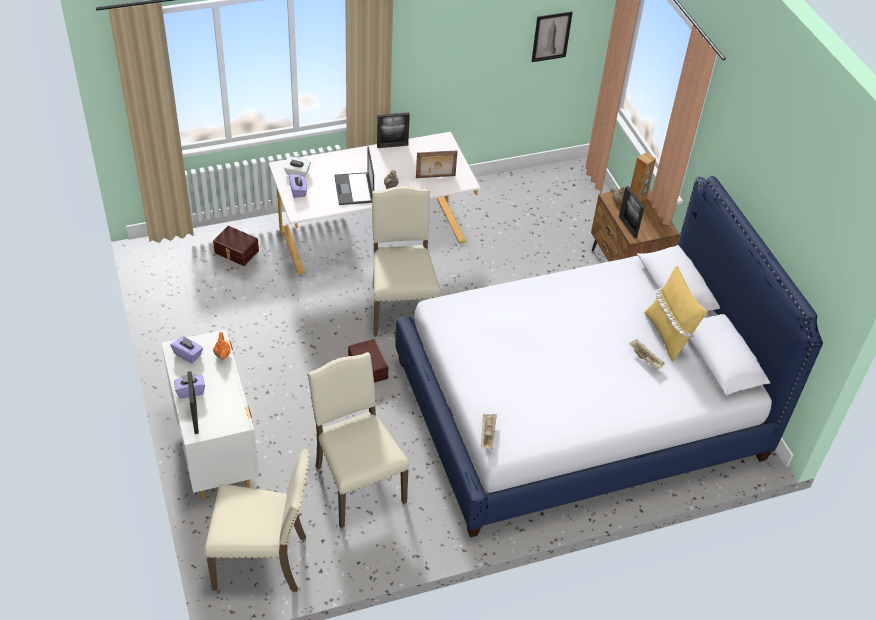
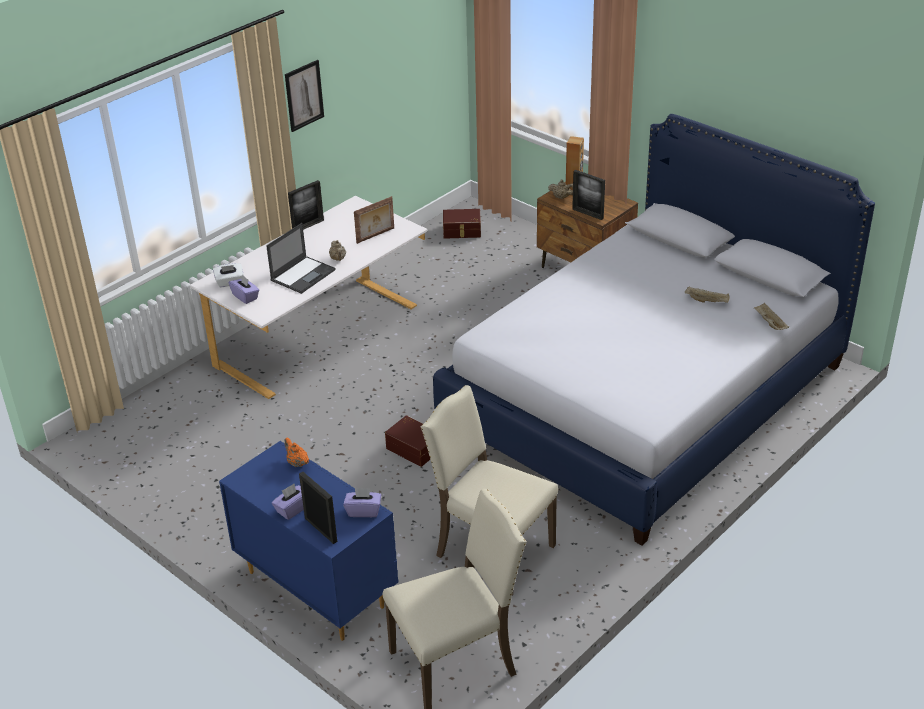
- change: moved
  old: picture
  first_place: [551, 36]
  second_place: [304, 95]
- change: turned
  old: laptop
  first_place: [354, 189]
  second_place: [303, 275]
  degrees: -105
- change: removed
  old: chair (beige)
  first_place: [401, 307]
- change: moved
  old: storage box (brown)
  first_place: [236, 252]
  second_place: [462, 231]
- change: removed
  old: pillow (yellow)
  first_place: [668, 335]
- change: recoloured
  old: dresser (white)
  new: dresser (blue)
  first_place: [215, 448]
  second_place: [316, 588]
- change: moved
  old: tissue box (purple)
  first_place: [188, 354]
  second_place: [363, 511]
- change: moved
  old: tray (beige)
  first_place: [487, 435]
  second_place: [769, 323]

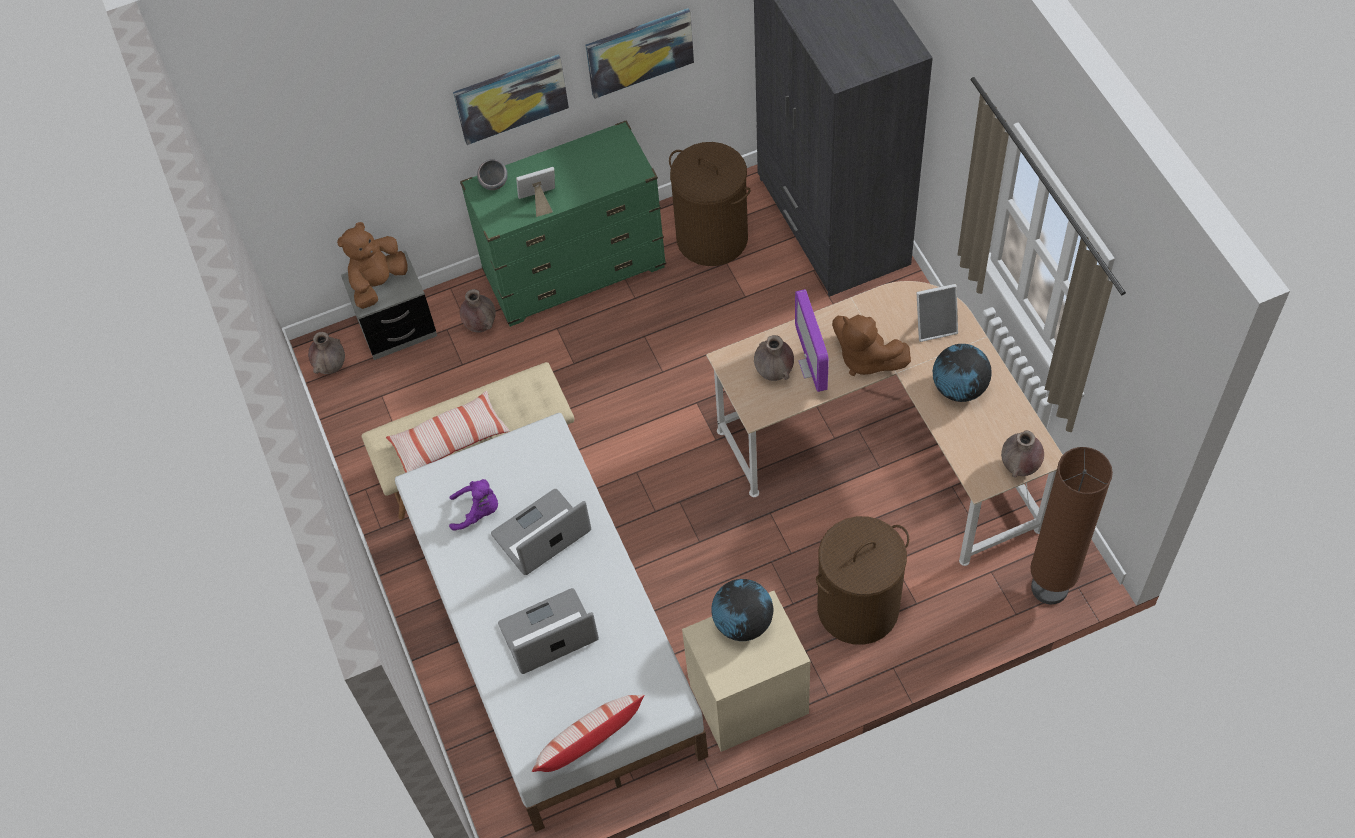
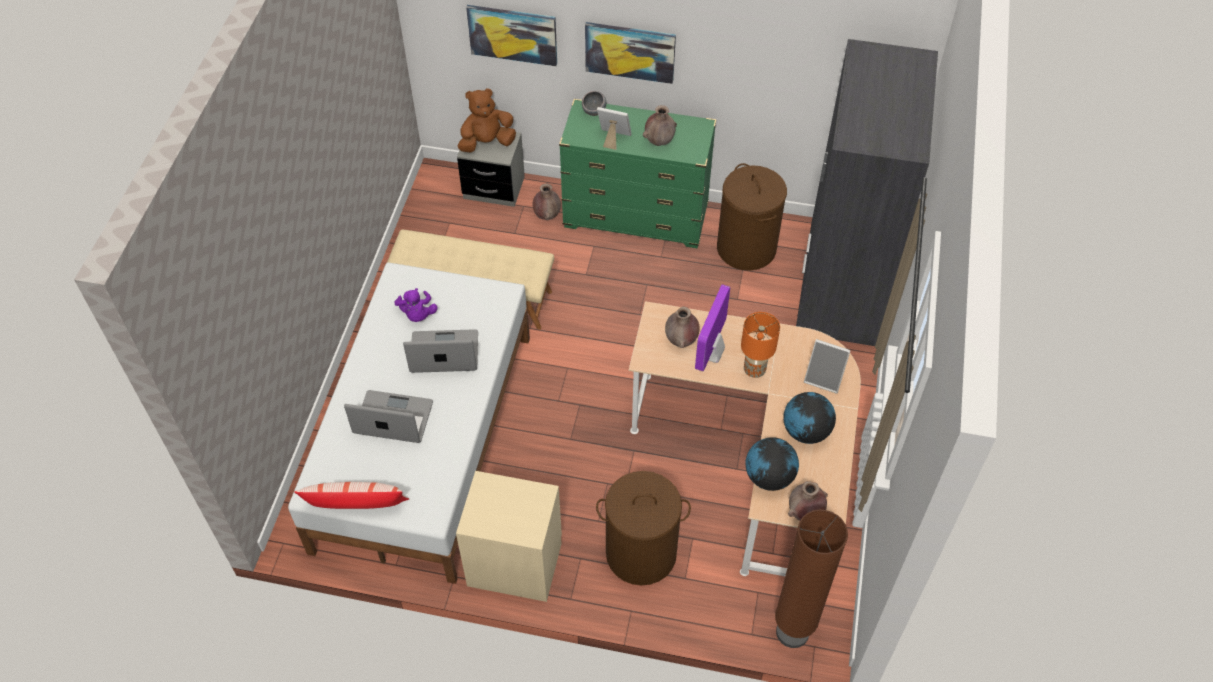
- change: moved
  old: picture
  first_place: [639, 51]
  second_place: [513, 34]
- change: replaced
  old: plush toy (brown)
  new: table lamp (orange)
  first_place: [865, 358]
  second_place: [754, 370]
- change: moved
  old: vase (brown)
  first_place: [331, 366]
  second_place: [659, 141]
- change: removed
  old: pillow
  first_place: [449, 440]
- change: turned
  old: plush toy (purple)
  first_place: [478, 511]
  second_place: [417, 314]
  degrees: 45
- change: moved
  old: globe
  first_place: [742, 622]
  second_place: [769, 477]

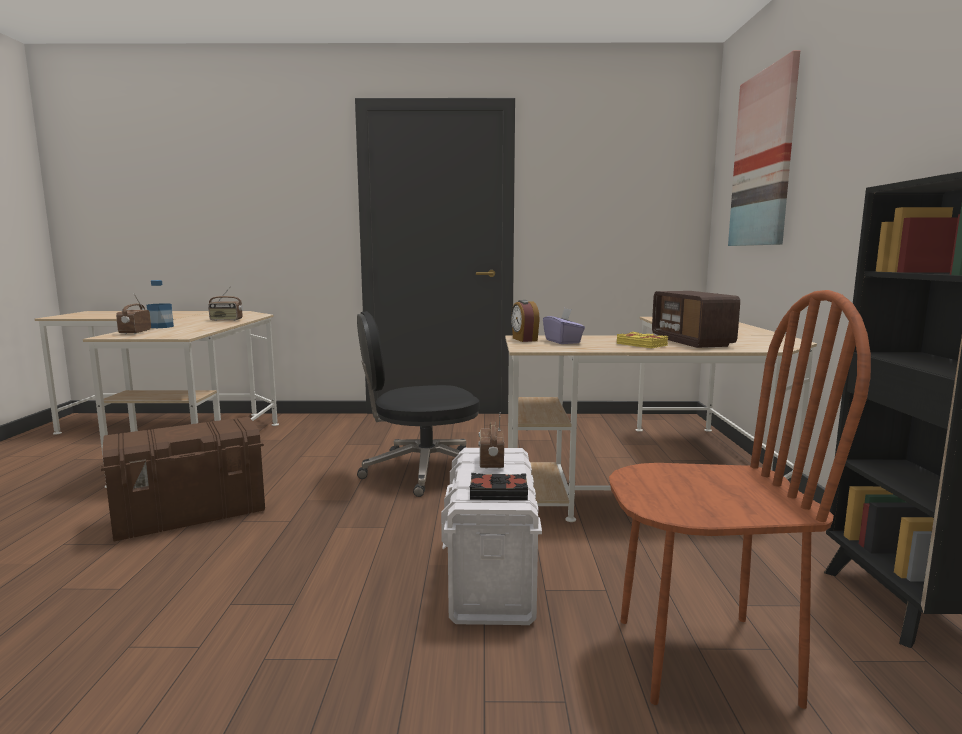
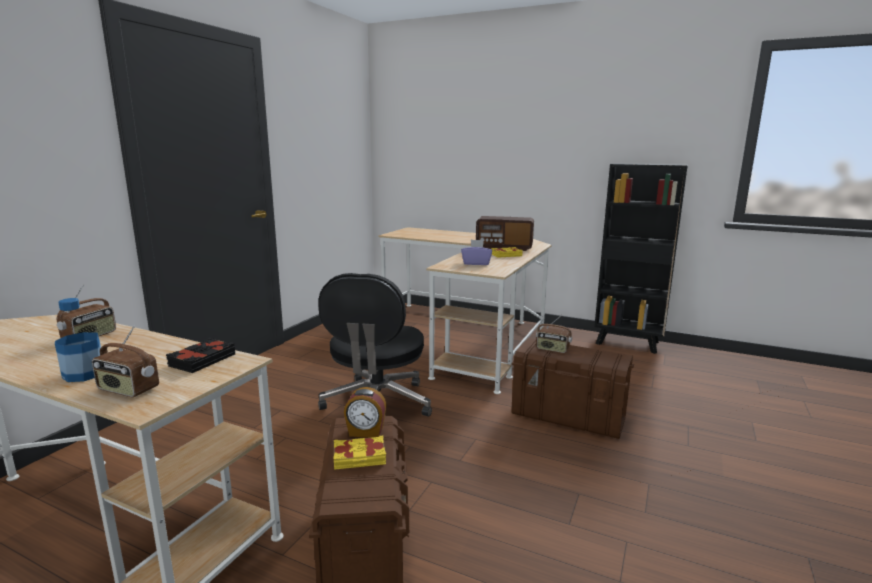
- change: removed
  old: picture
  first_place: [763, 159]
- change: removed
  old: chair (brown)
  first_place: [703, 658]
- change: moved
  old: alarm clock
  first_place: [524, 339]
  second_place: [366, 432]
- change: recoloured
  old: storage box (white)
  new: storage box (brown)
  first_place: [492, 575]
  second_place: [568, 416]
- change: moved
  old: book (black)
  first_place: [498, 492]
  second_place: [201, 360]
- change: added
  new: book (yellow)
  second_place: [359, 458]

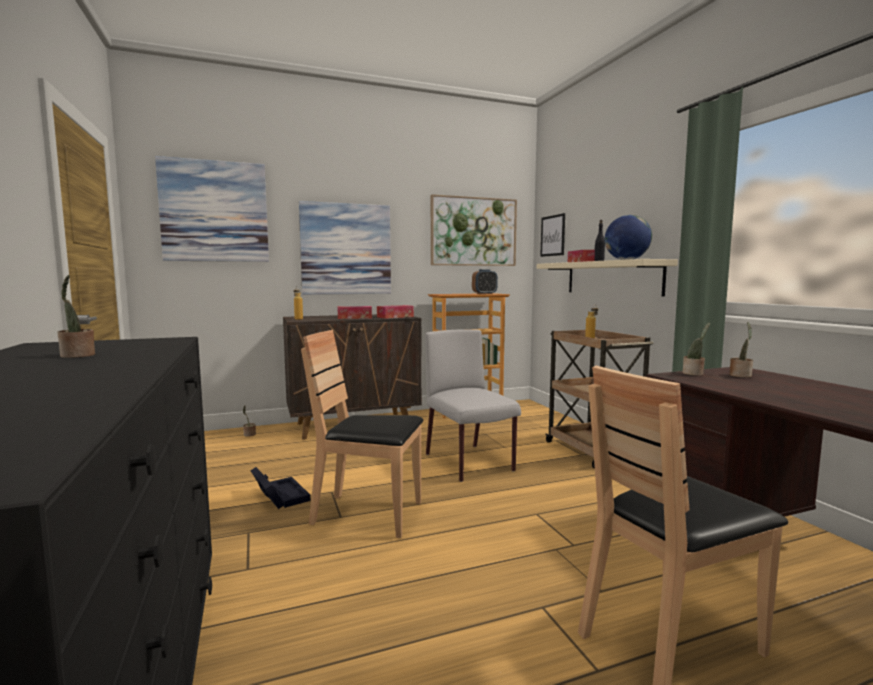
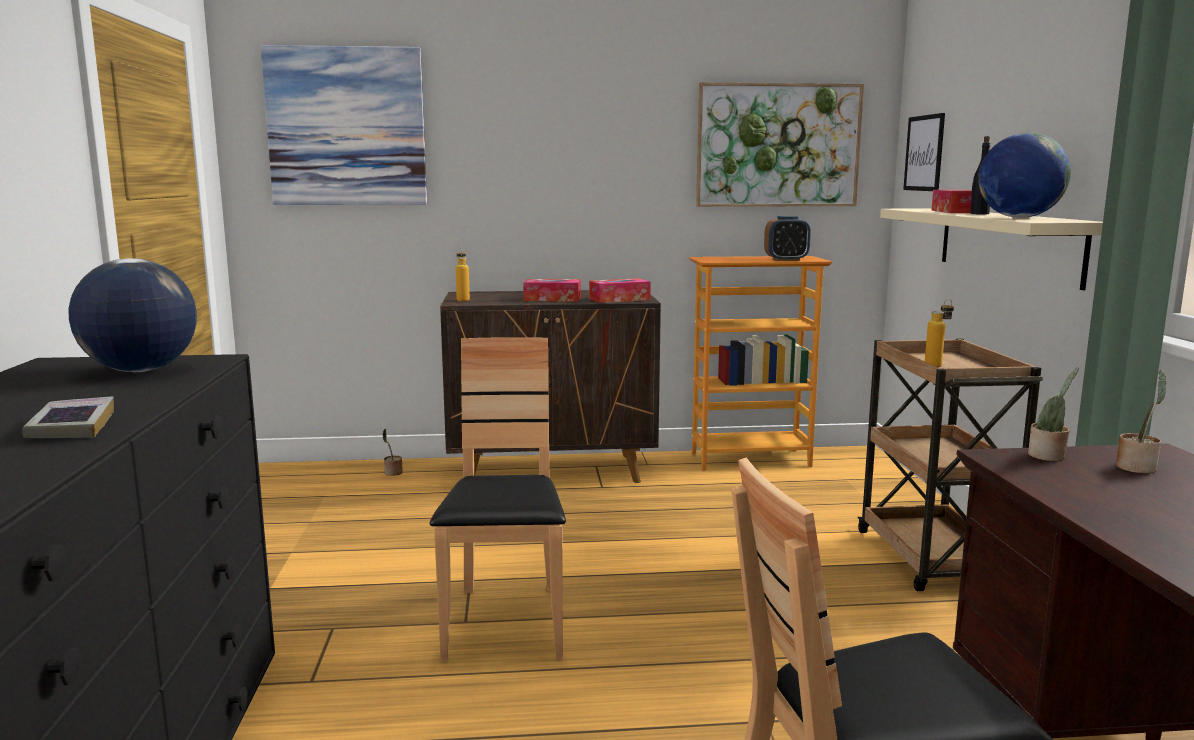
- change: removed
  old: picture
  first_place: [346, 249]
- change: removed
  old: potted plant
  first_place: [77, 356]
- change: removed
  old: chair (grey)
  first_place: [469, 463]
- change: turned
  old: chair (brown)
  first_place: [368, 514]
  second_place: [506, 623]
  degrees: 60
- change: removed
  old: storage box (black)
  first_place: [279, 495]
- change: added
  new: globe
  second_place: [140, 370]
- change: added
  new: book
  second_place: [72, 427]

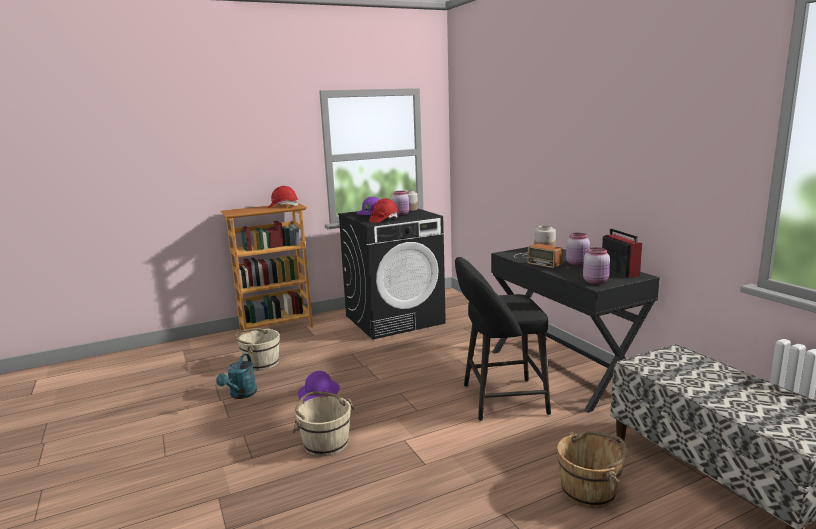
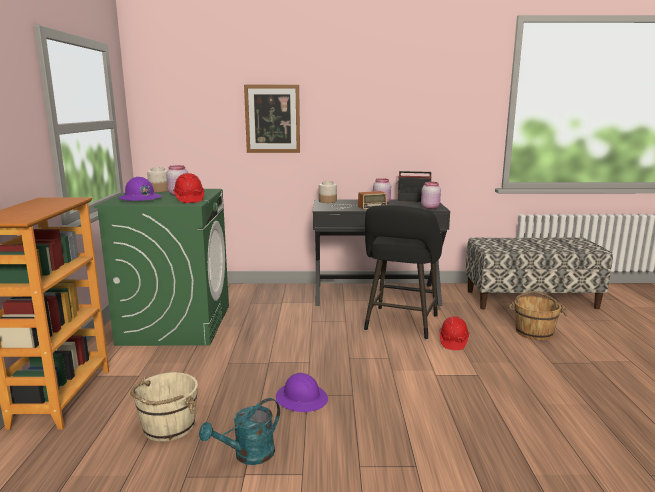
- change: moved
  old: hard hat (red)
  first_place: [283, 206]
  second_place: [453, 342]
- change: recoloured
  old: washing machine (black)
  new: washing machine (green)
  first_place: [394, 319]
  second_place: [176, 324]
- change: turned
  old: watering can (turquoise)
  first_place: [241, 395]
  second_place: [248, 455]
  degrees: 105
- change: removed
  old: bucket (beige)
  first_place: [325, 443]
- change: added
  new: picture
  second_place: [272, 119]

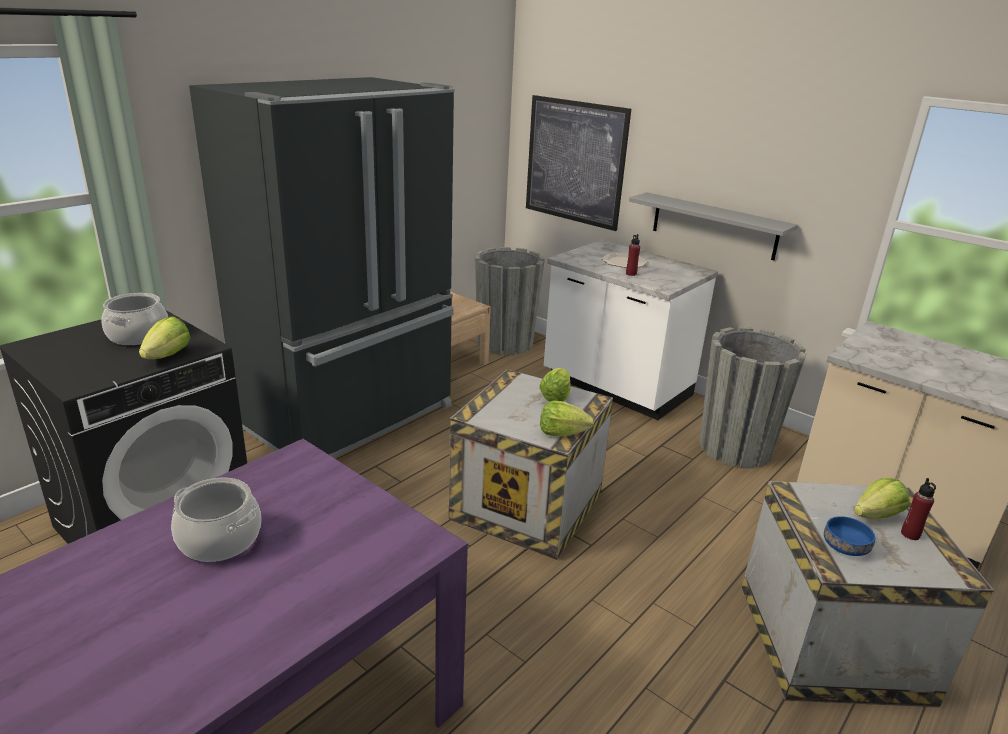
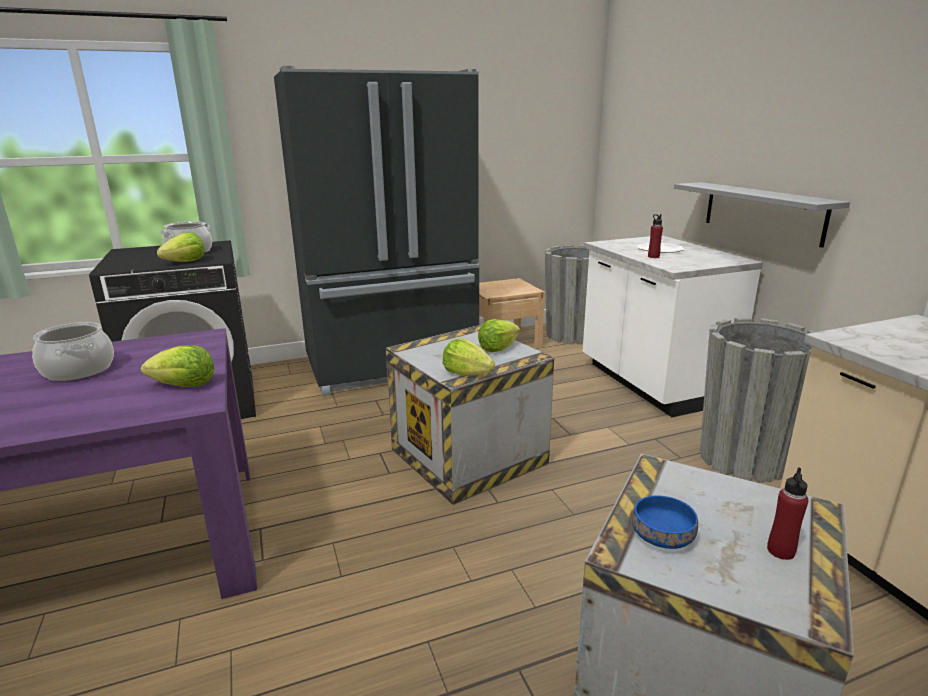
- change: removed
  old: picture
  first_place: [575, 162]
- change: moved
  old: lettuce
  first_place: [876, 515]
  second_place: [184, 385]

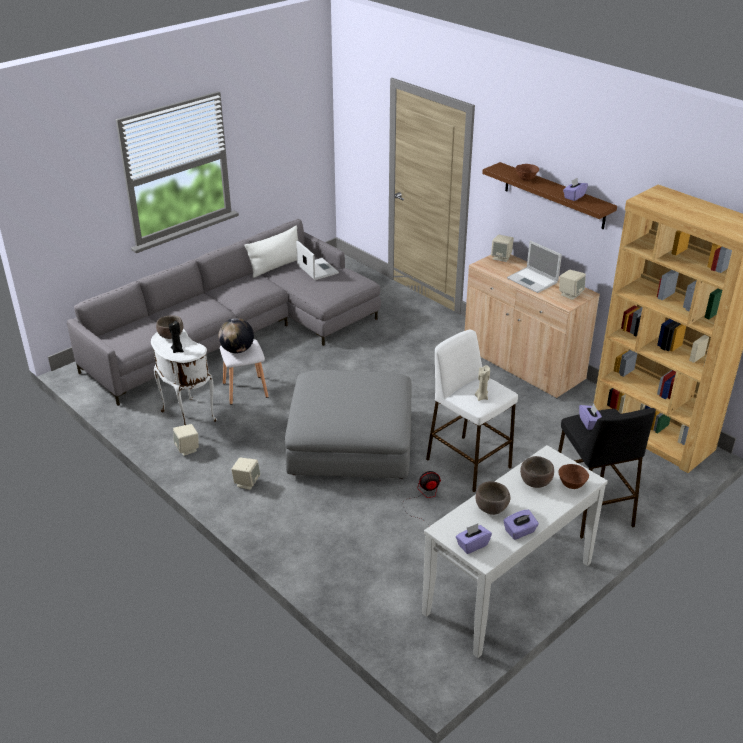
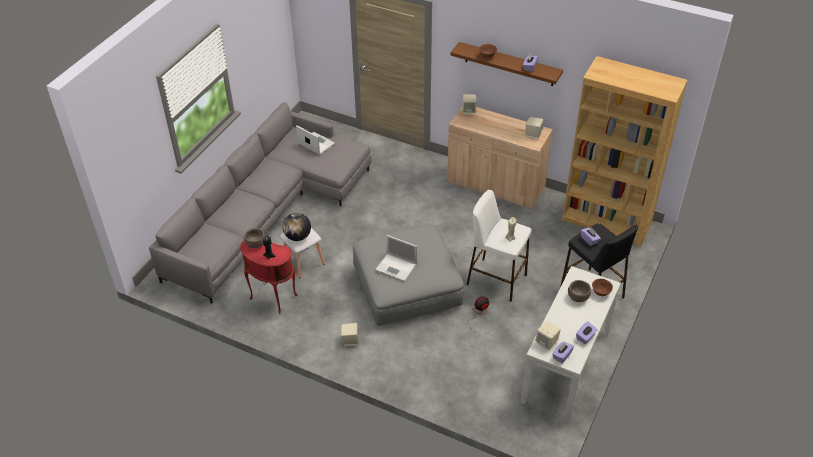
- change: removed
  old: pillow (white)
  first_place: [276, 266]
- change: moved
  old: laptop
  first_place: [533, 280]
  second_place: [397, 267]
- change: recoloured
  old: side table (white)
  new: side table (red)
  first_place: [186, 417]
  second_place: [272, 298]
- change: moved
  old: speaker (beige)
  first_place: [187, 449]
  second_place: [547, 342]
- change: removed
  old: bowl (brown)
  first_place: [491, 509]

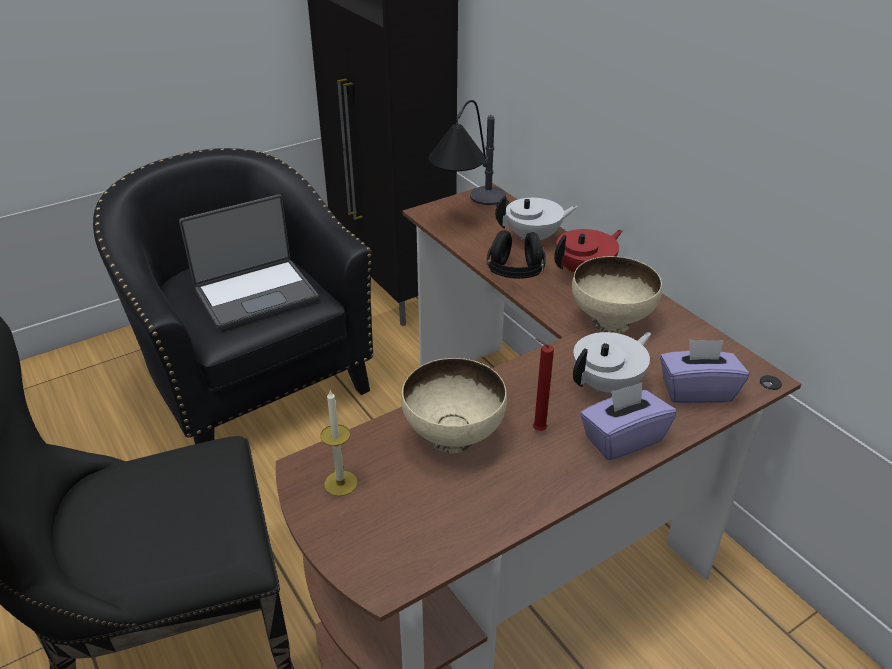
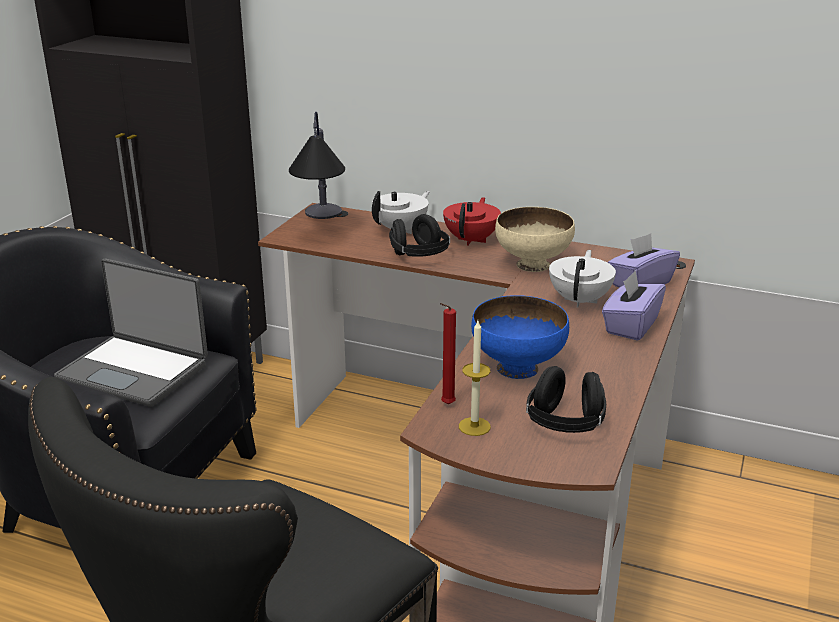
- change: turned
  old: laptop
  first_place: [256, 294]
  second_place: [135, 371]
  degrees: 90
- change: moved
  old: candle (red)
  first_place: [537, 430]
  second_place: [446, 405]
- change: recoloured
  old: bowl (beige)
  new: bowl (blue)
  first_place: [454, 437]
  second_place: [518, 368]
- change: added
  new: headphones (black)
  second_place: [565, 424]

